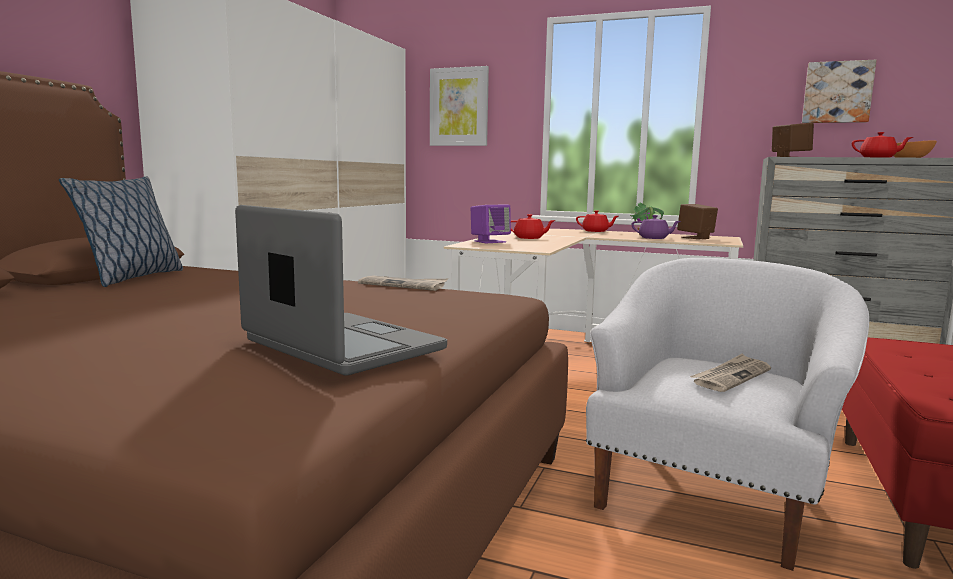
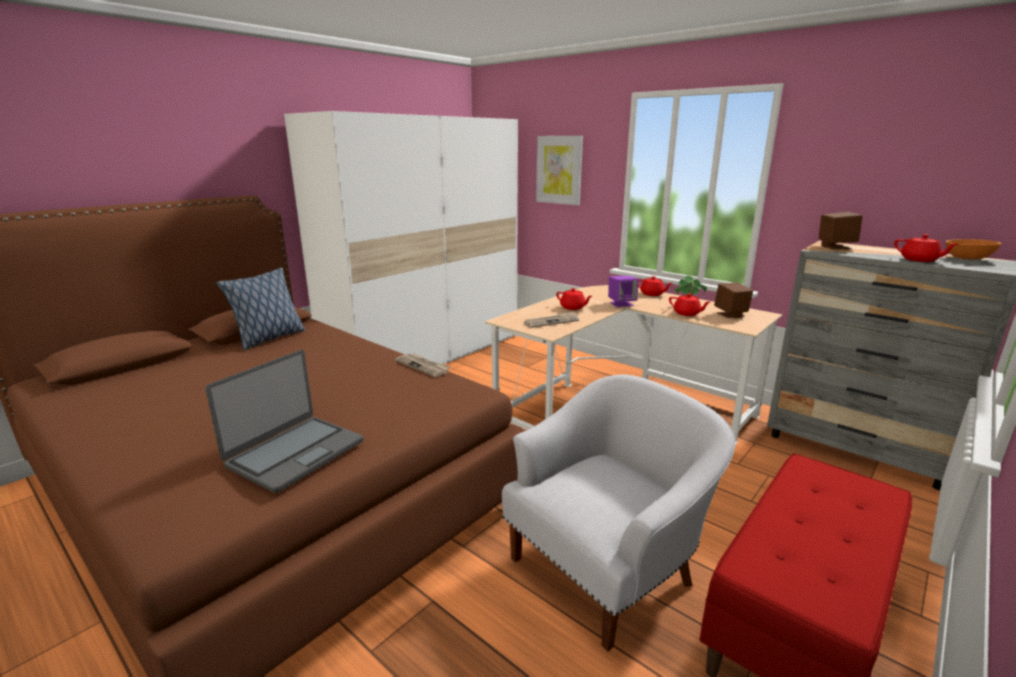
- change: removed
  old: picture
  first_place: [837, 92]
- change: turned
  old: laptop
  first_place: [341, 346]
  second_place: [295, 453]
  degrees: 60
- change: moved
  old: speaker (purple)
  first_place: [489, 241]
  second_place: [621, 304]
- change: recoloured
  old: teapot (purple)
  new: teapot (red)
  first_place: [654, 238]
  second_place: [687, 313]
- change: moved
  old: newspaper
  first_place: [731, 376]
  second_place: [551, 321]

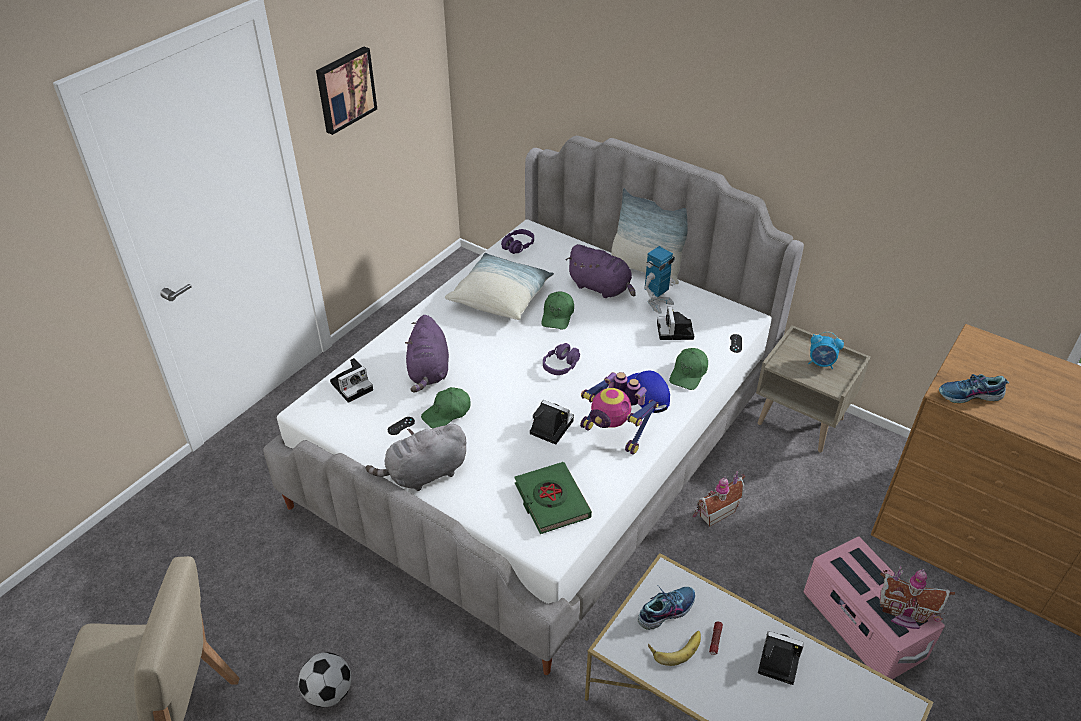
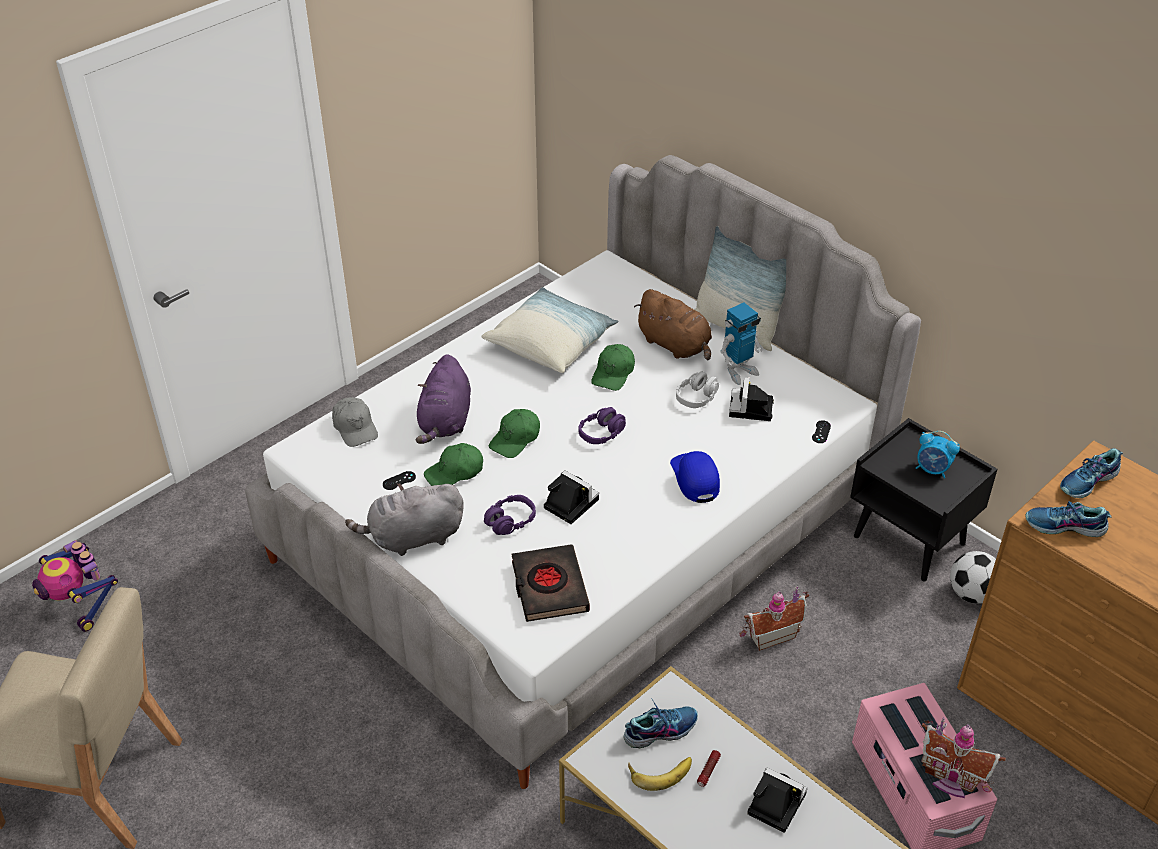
- change: removed
  old: picture
  first_place: [345, 89]
- change: moved
  old: headphones (purple)
  first_place: [518, 246]
  second_place: [510, 521]
- change: recoloured
  old: plush toy (purple)
  new: plush toy (brown)
  first_place: [601, 288]
  second_place: [675, 345]
- change: recoloured
  old: nightstand (beige)
  new: nightstand (black)
  first_place: [801, 421]
  second_place: [910, 540]
- change: moved
  old: cap (green)
  first_place: [688, 373]
  second_place: [515, 439]
- change: replaced
  old: photo camera
  new: cap (grey)
  first_place: [353, 385]
  second_place: [355, 427]
- change: moved
  old: toy robot
  first_place: [614, 434]
  second_place: [81, 606]
- change: recoloured
  old: book (green)
  new: book (black)
  first_place: [551, 501]
  second_place: [549, 587]
- change: moved
  old: football
  first_place: [328, 692]
  second_place: [971, 594]
- change: added
  new: headphones (grey)
  second_place: [697, 397]
- change: added
  new: shoe
  second_place: [1088, 482]

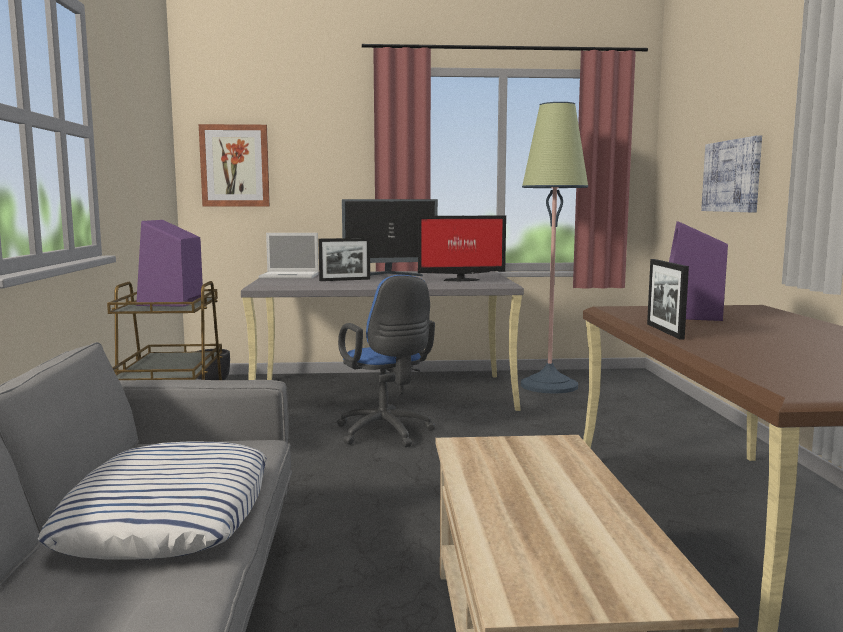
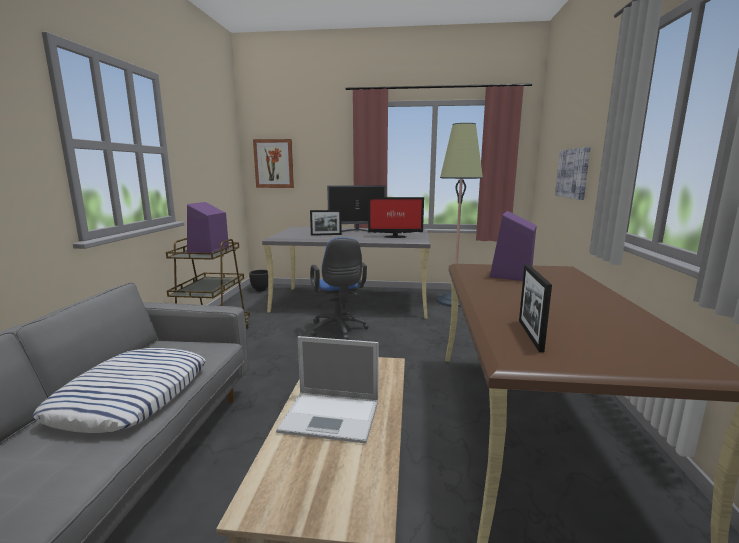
- change: moved
  old: laptop
  first_place: [290, 276]
  second_place: [332, 416]
- change: moved
  old: picture frame
  first_place: [664, 331]
  second_place: [530, 335]

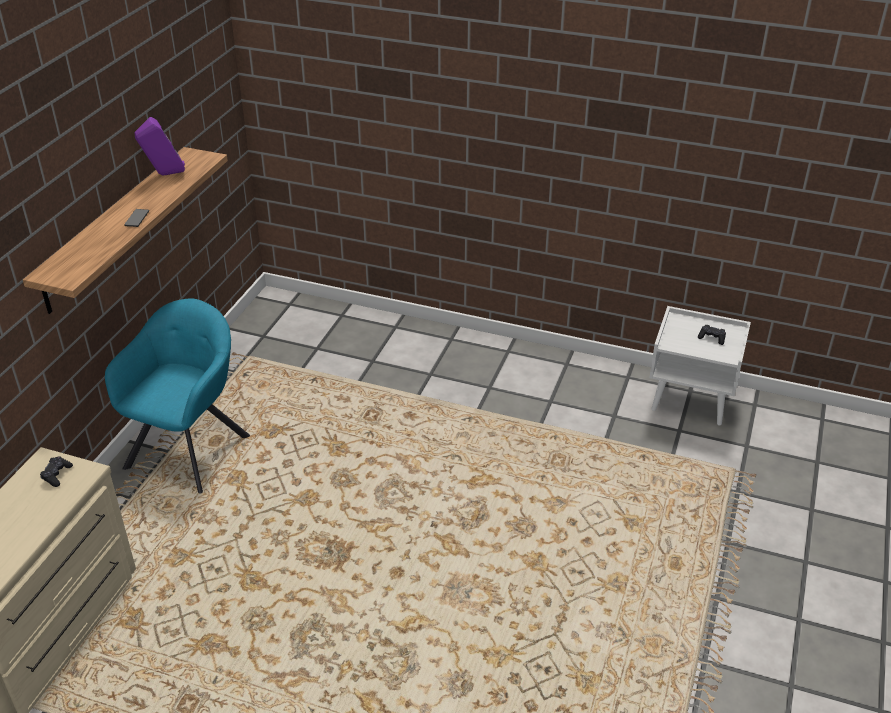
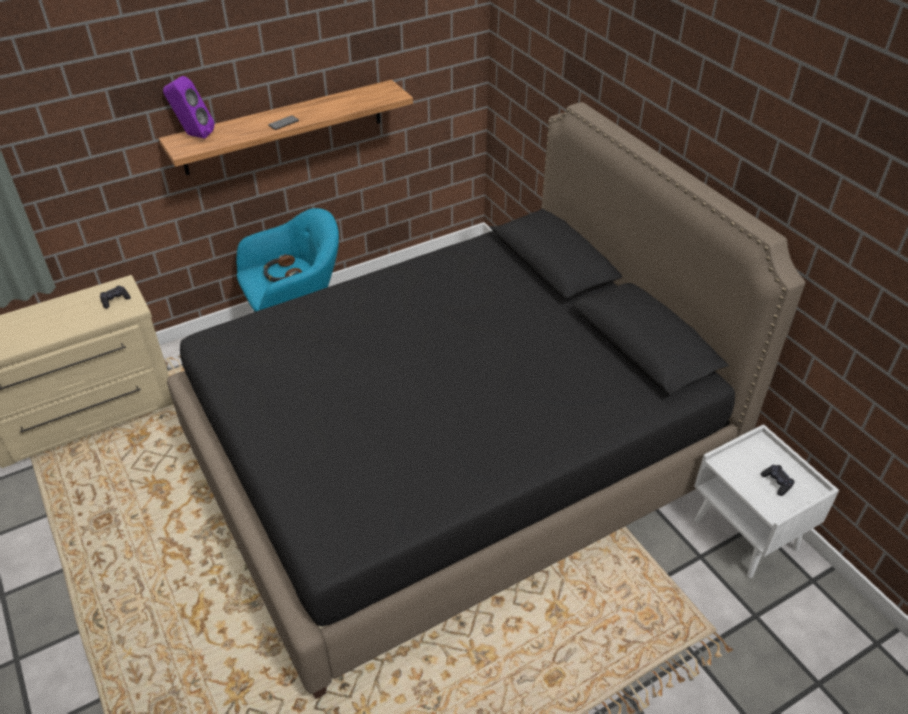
- change: moved
  old: speaker (purple)
  first_place: [164, 175]
  second_place: [193, 135]
- change: added
  new: bed (black)
  second_place: [454, 460]
- change: added
  new: headphones
  second_place: [282, 274]

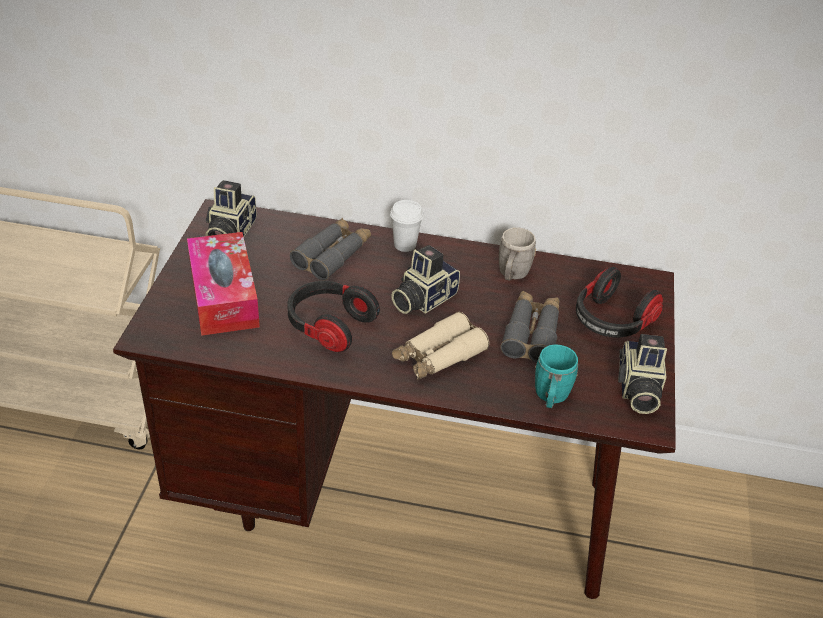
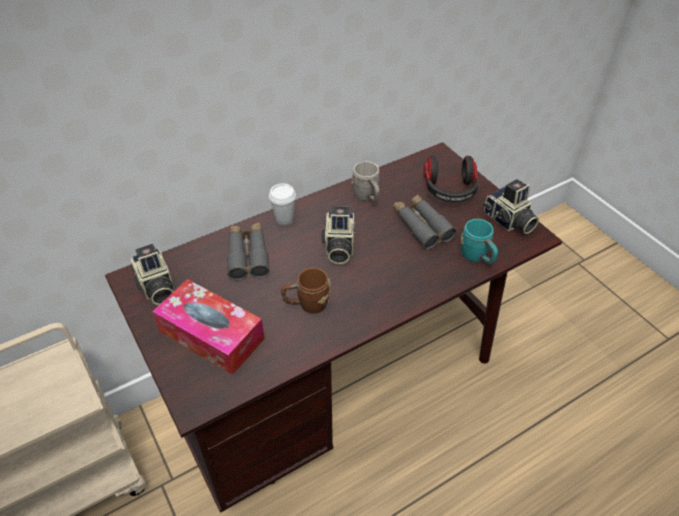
- change: replaced
  old: headphones
  new: mug (brown)
  first_place: [329, 326]
  second_place: [307, 304]
- change: removed
  old: binoculars (beige)
  first_place: [438, 356]

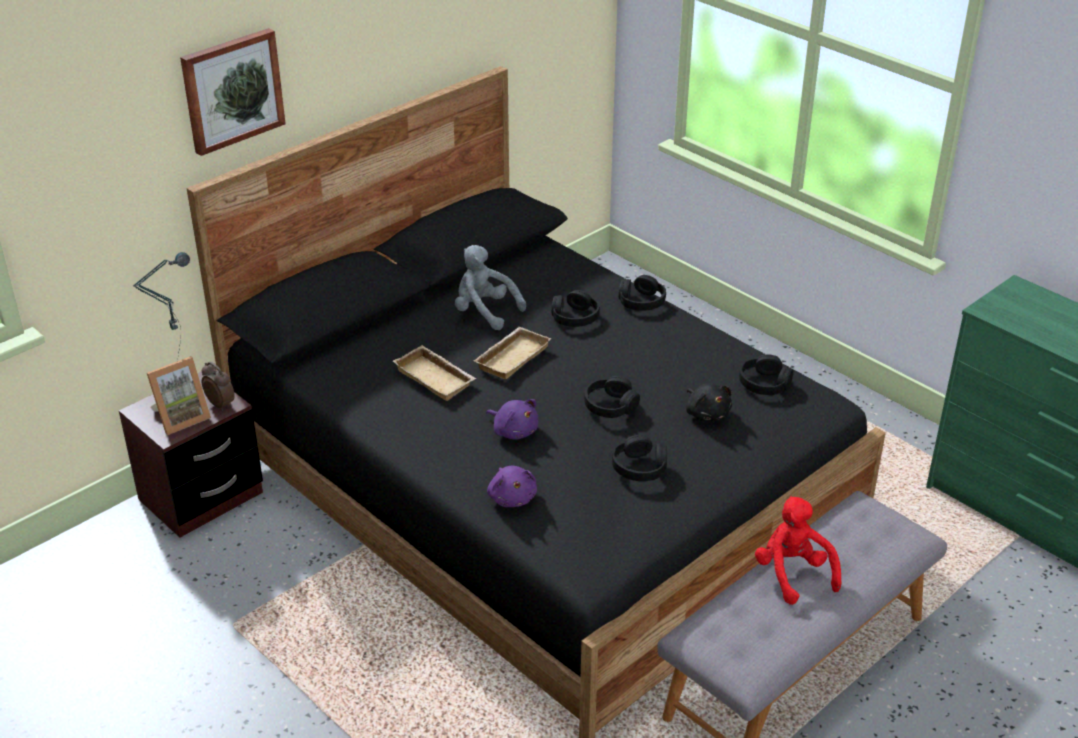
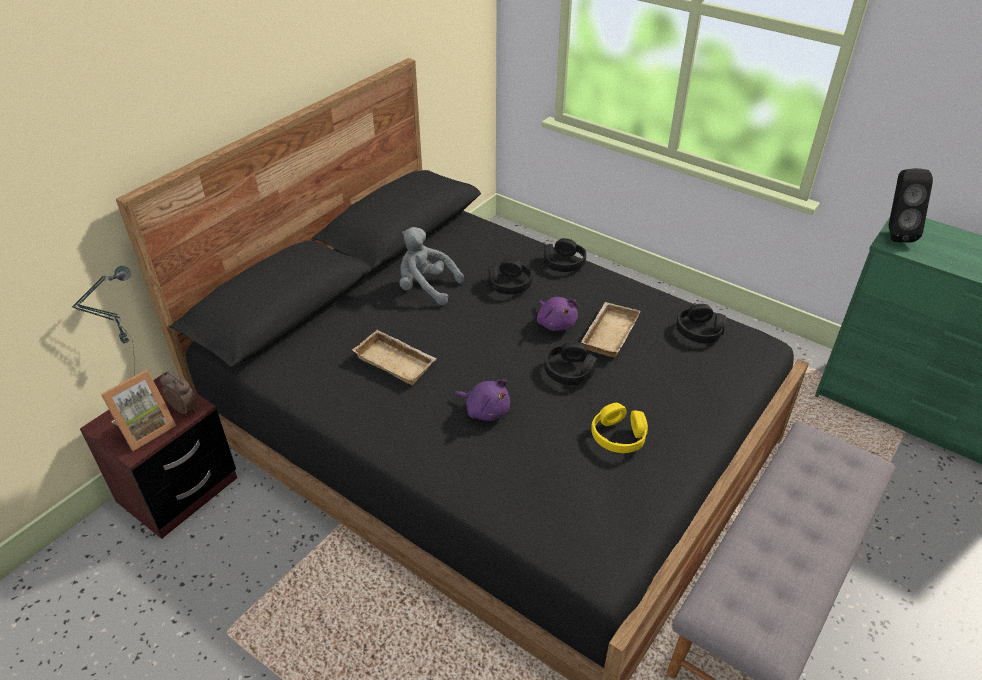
- change: removed
  old: picture
  first_place: [232, 90]
- change: moved
  old: tray (beige)
  first_place: [511, 356]
  second_place: [608, 332]
- change: removed
  old: plush toy (black)
  first_place: [707, 413]
- change: recoloured
  old: headphones (black)
  new: headphones (yellow)
  first_place: [640, 467]
  second_place: [619, 435]
- change: moved
  old: plush toy (purple)
  first_place: [512, 497]
  second_place: [555, 323]
- change: removed
  old: plush toy (red)
  first_place: [793, 574]
- change: added
  new: speaker (black)
  second_place: [894, 233]

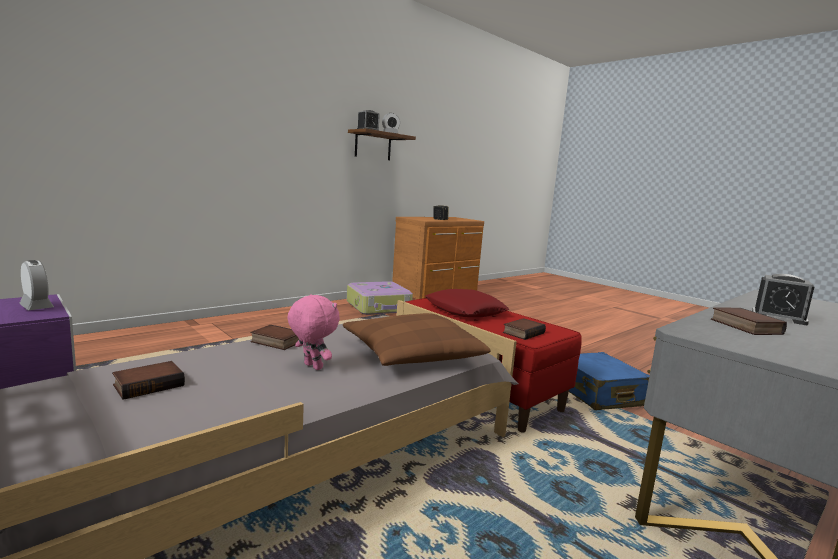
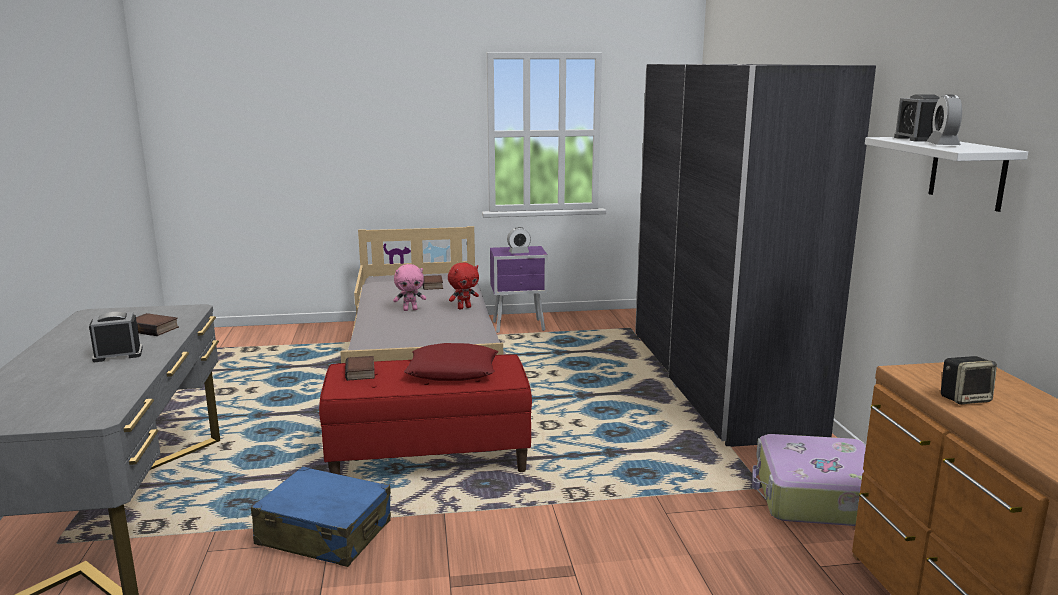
- change: recoloured
  old: shelf (brown)
  new: shelf (white)
  first_place: [373, 146]
  second_place: [967, 173]
- change: removed
  old: pillow (brown)
  first_place: [411, 353]
- change: replaced
  old: book
  new: plush toy (red)
  first_place: [275, 342]
  second_place: [464, 308]
- change: added
  new: wardrobe (grey)
  second_place: [717, 380]

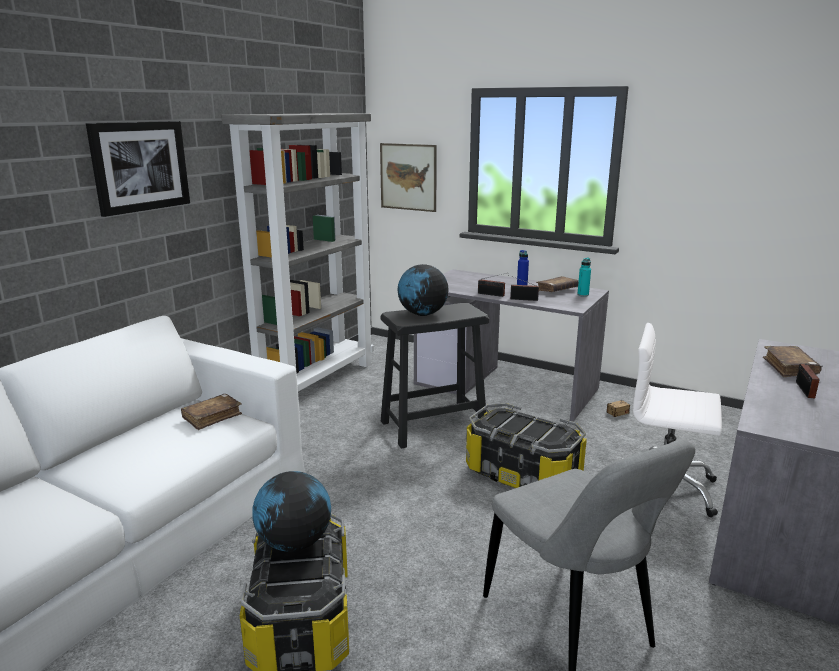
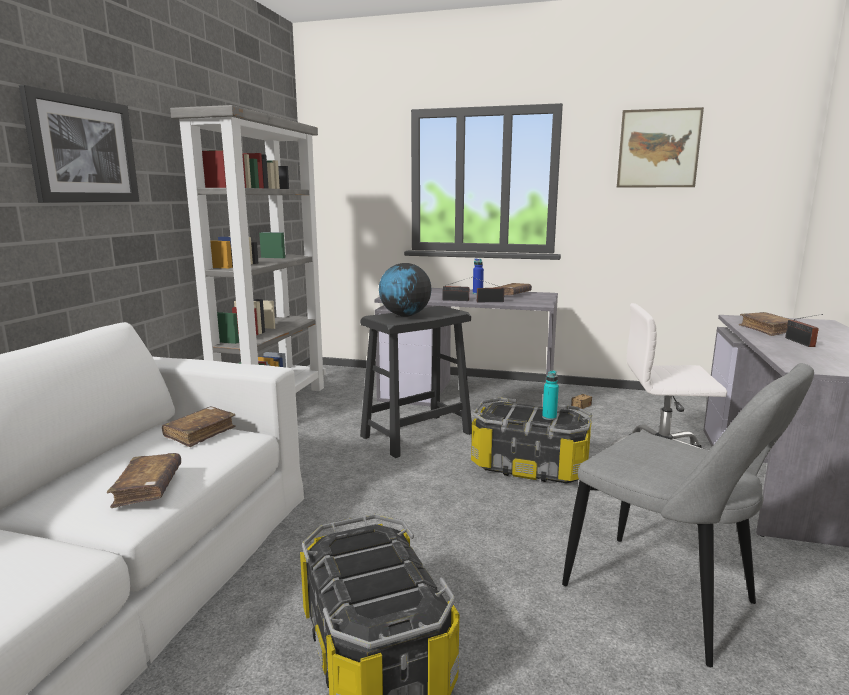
- change: moved
  old: picture
  first_place: [408, 177]
  second_place: [658, 148]
- change: moved
  old: bottle (turquoise)
  first_place: [583, 295]
  second_place: [549, 417]
- change: removed
  old: globe
  first_place: [294, 543]
- change: added
  new: book (brown)
  second_place: [148, 488]

